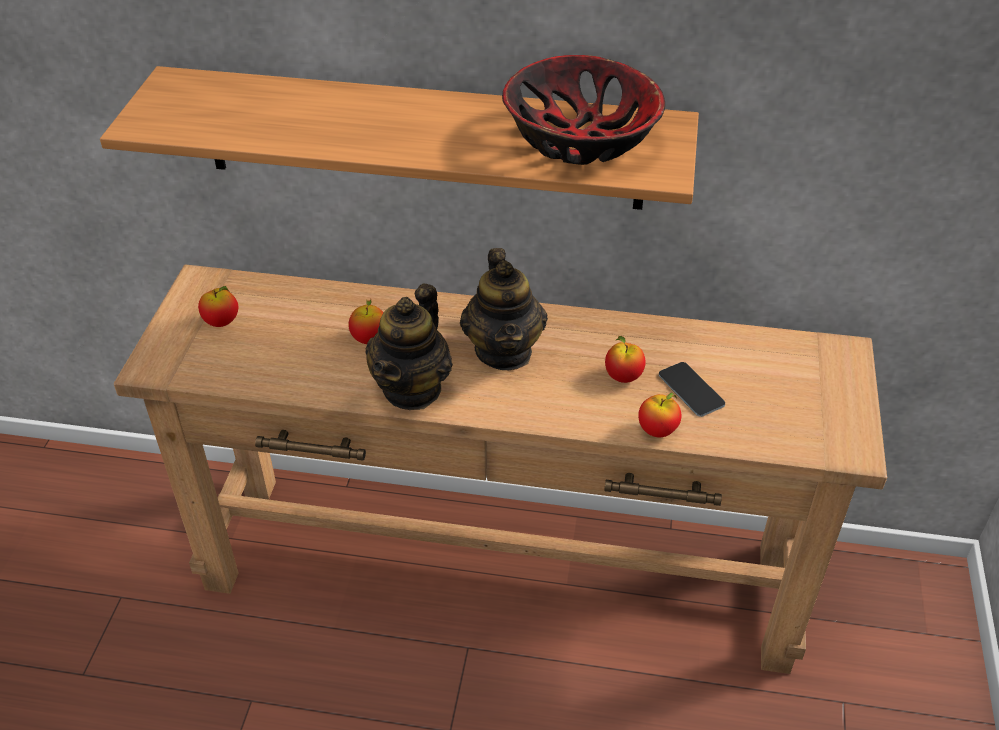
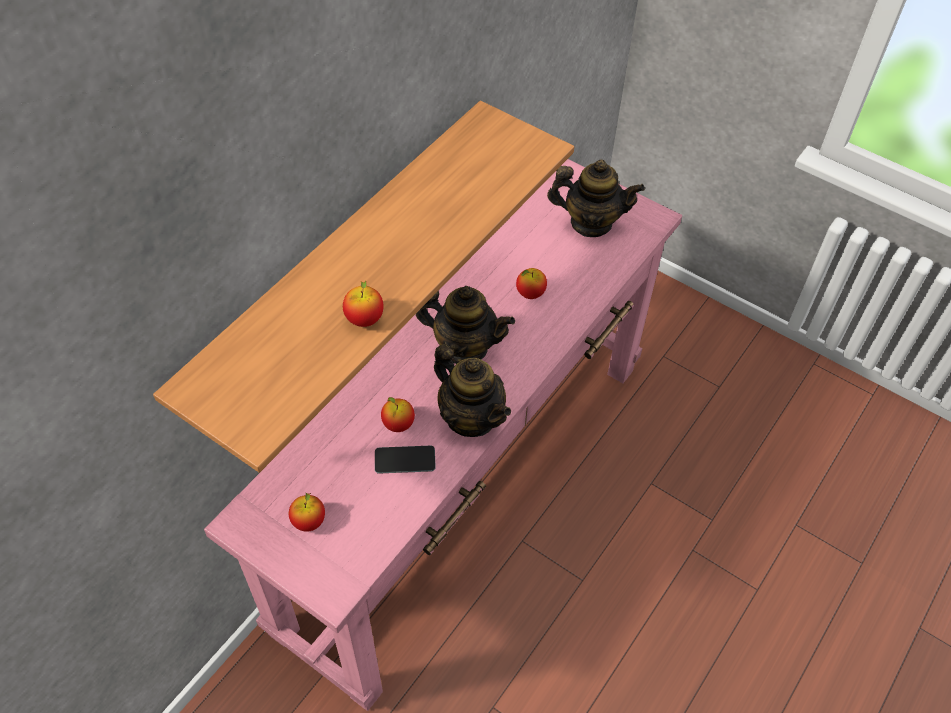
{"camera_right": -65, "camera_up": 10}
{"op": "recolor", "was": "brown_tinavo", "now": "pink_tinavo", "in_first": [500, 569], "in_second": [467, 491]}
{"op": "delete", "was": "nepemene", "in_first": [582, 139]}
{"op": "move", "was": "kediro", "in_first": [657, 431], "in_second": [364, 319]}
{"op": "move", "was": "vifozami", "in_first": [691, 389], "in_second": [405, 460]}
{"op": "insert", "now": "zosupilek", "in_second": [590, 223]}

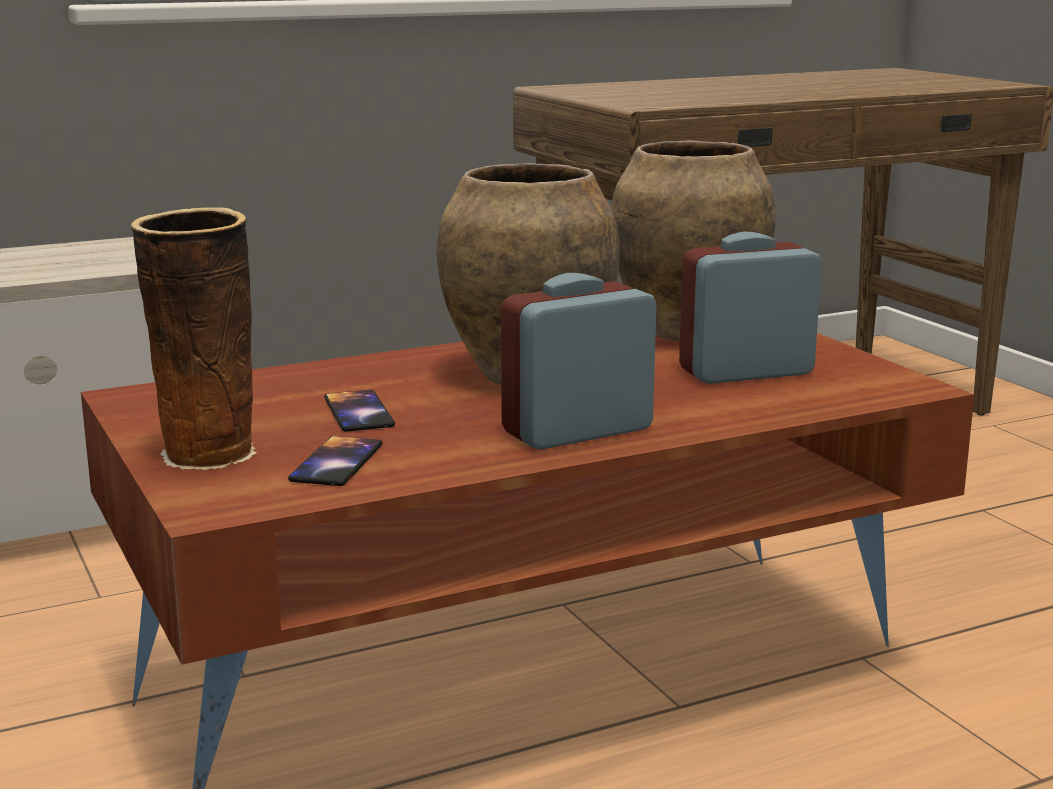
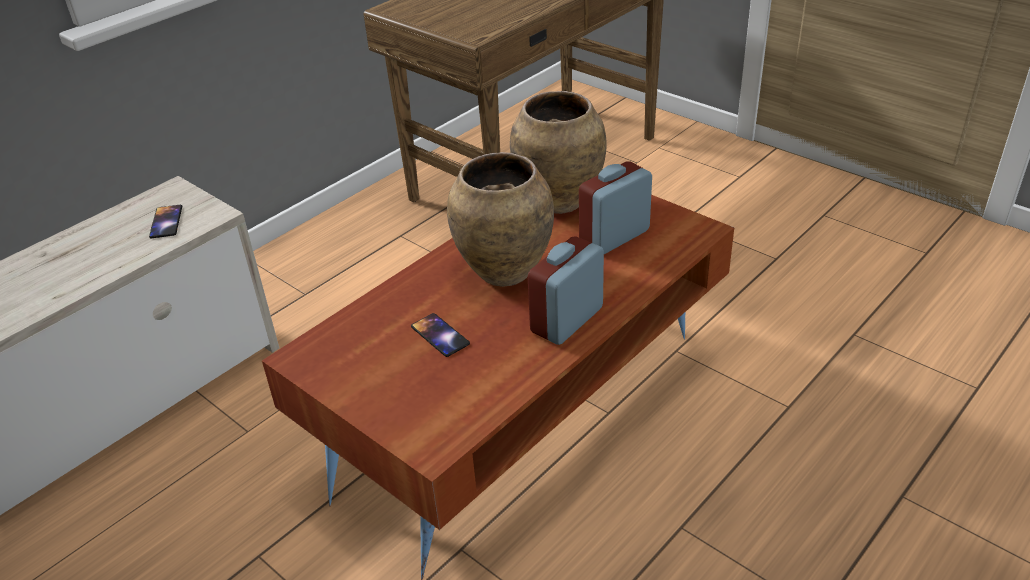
{"camera_right": -20, "camera_up": 20}
{"op": "delete", "was": "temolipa", "in_first": [206, 455]}
{"op": "move", "was": "vifozami", "in_first": [336, 462], "in_second": [166, 222]}

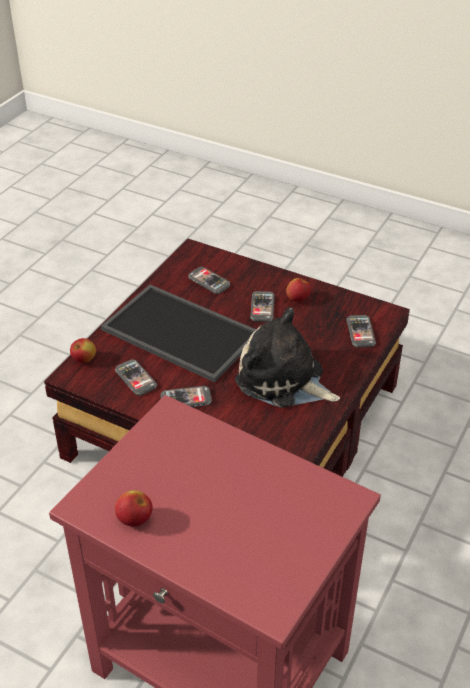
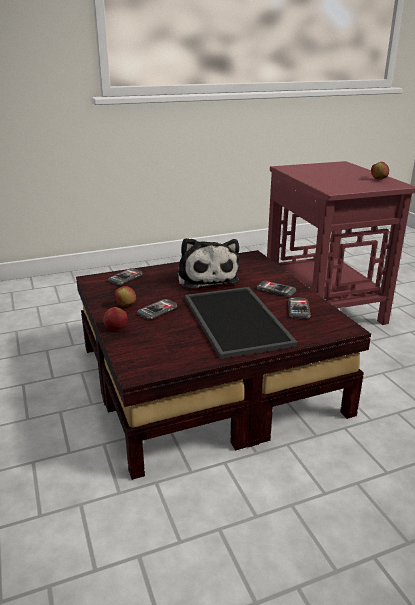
{"camera_right": -140, "camera_up": -15}
{"op": "move", "was": "kediro", "in_first": [84, 360], "in_second": [116, 328]}
{"op": "delete", "was": "vifozami", "in_first": [209, 281]}

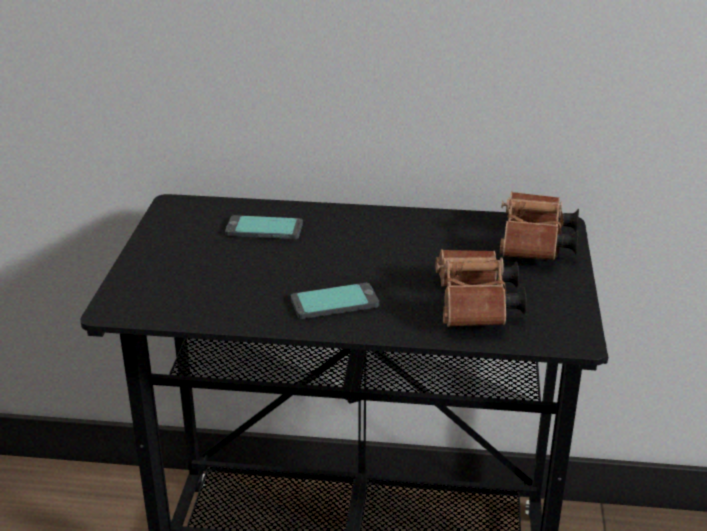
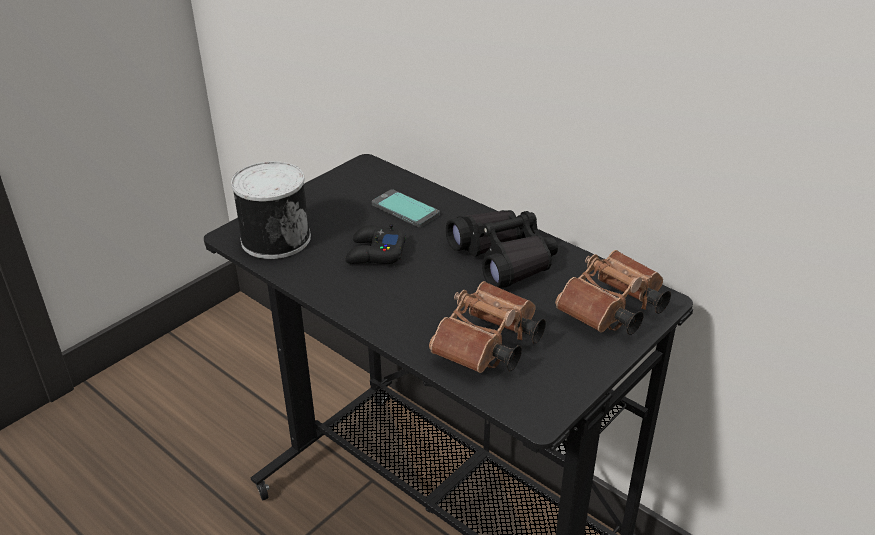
{"camera_right": 35, "camera_up": 5}
{"op": "delete", "was": "vifozami", "in_first": [334, 302]}
{"op": "insert", "now": "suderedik", "in_second": [275, 238]}
{"op": "insert", "now": "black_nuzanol", "in_second": [375, 253]}
{"op": "insert", "now": "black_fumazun", "in_second": [504, 258]}

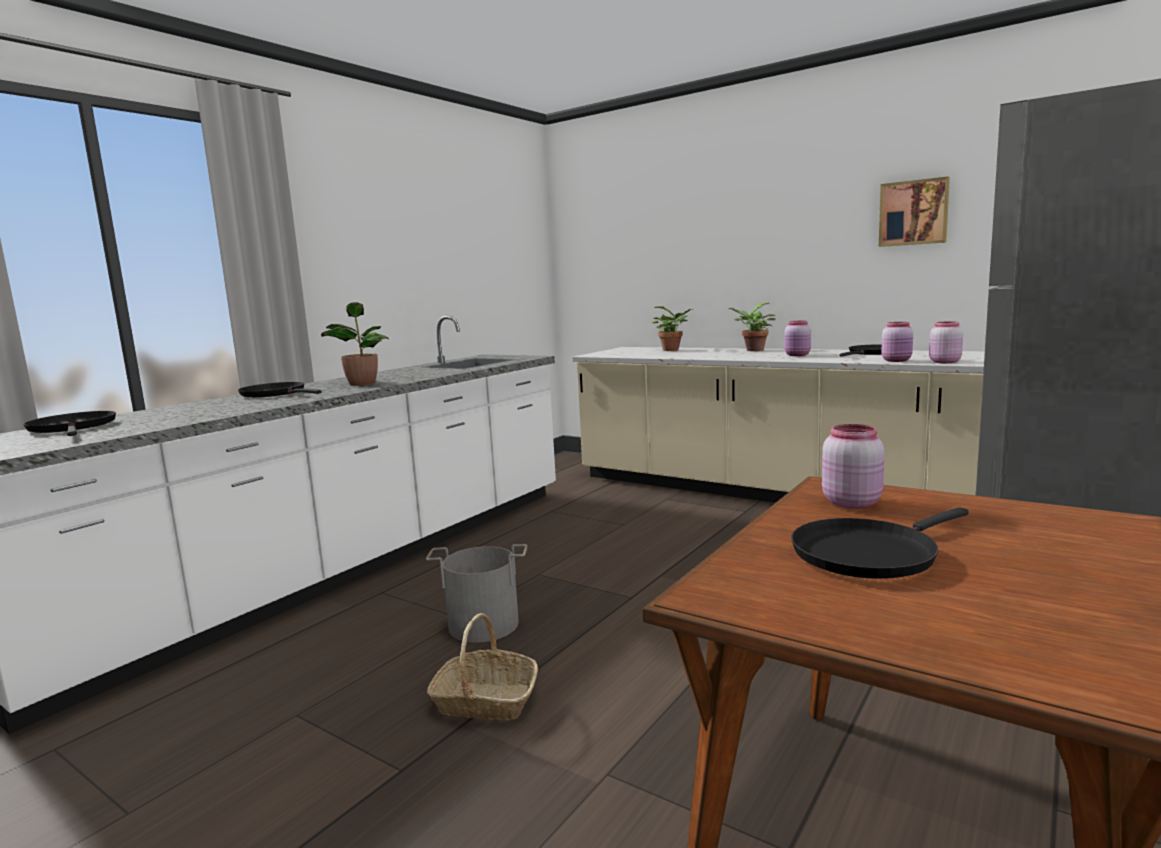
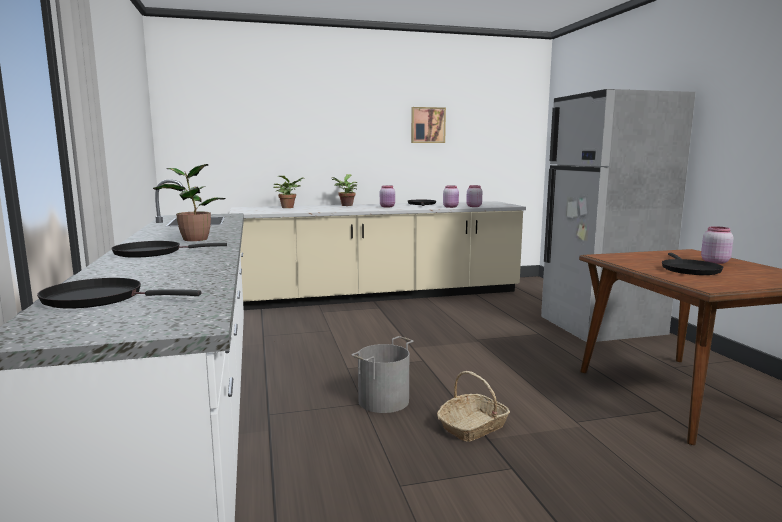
{"camera_right": -50, "camera_up": 0}
{"op": "move", "was": "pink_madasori", "in_first": [851, 502], "in_second": [714, 262]}

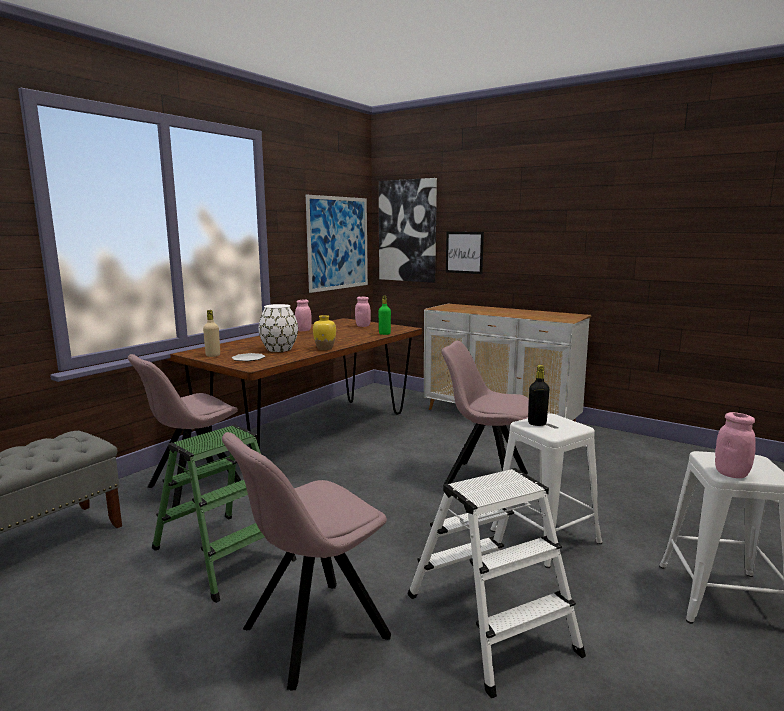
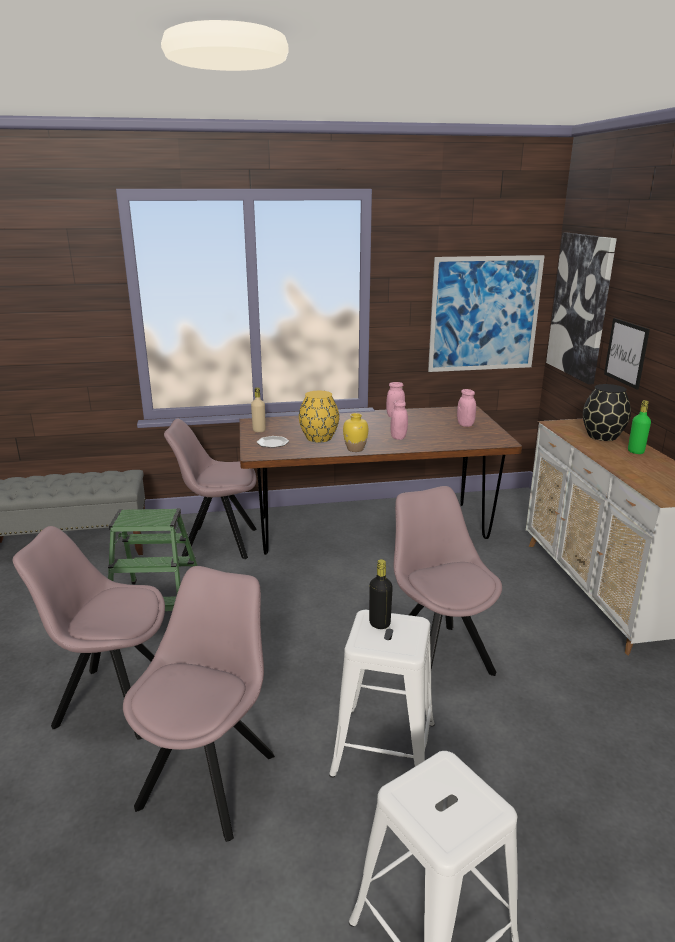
{"camera_right": 45, "camera_up": 10}
{"op": "recolor", "was": "white_temolipa", "now": "yellow_temolipa", "in_first": [280, 349], "in_second": [319, 438]}
{"op": "move", "was": "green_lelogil", "in_first": [384, 334], "in_second": [635, 451]}
{"op": "replace", "was": "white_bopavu", "now": "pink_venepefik", "in_first": [489, 622], "in_second": [209, 780]}
{"op": "move", "was": "pink_madasori", "in_first": [731, 474], "in_second": [398, 437]}
{"op": "insert", "now": "black_temolipa", "in_second": [603, 436]}

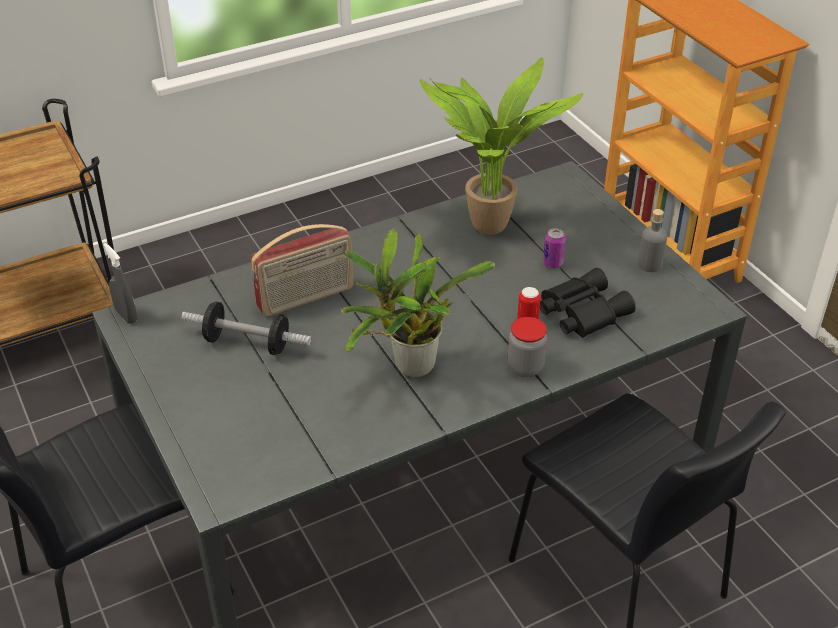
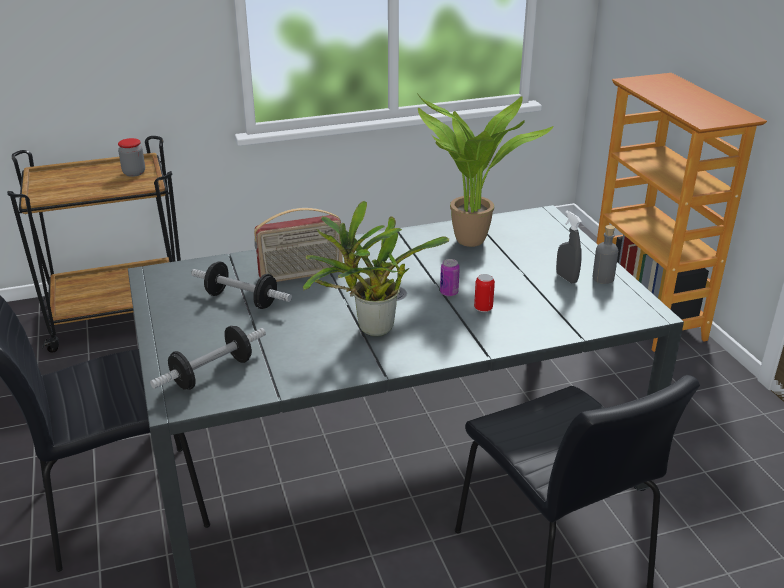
{"camera_right": 10, "camera_up": -10}
{"op": "move", "was": "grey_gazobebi", "in_first": [126, 316], "in_second": [566, 278]}
{"op": "move", "was": "madasori", "in_first": [525, 367], "in_second": [134, 173]}
{"op": "delete", "was": "black_fumazun", "in_first": [581, 311]}
{"op": "move", "was": "suderedik", "in_first": [553, 263], "in_second": [449, 293]}
{"op": "insert", "now": "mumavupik", "in_second": [212, 373]}

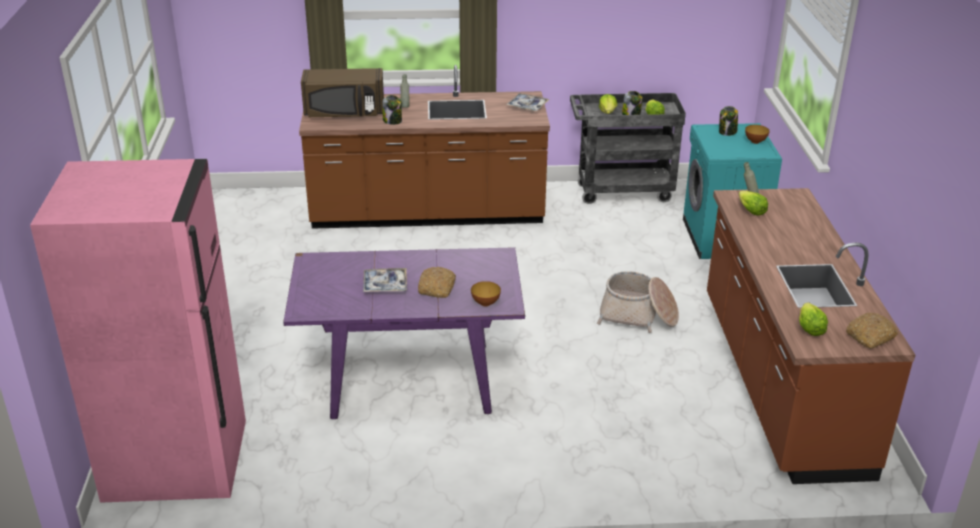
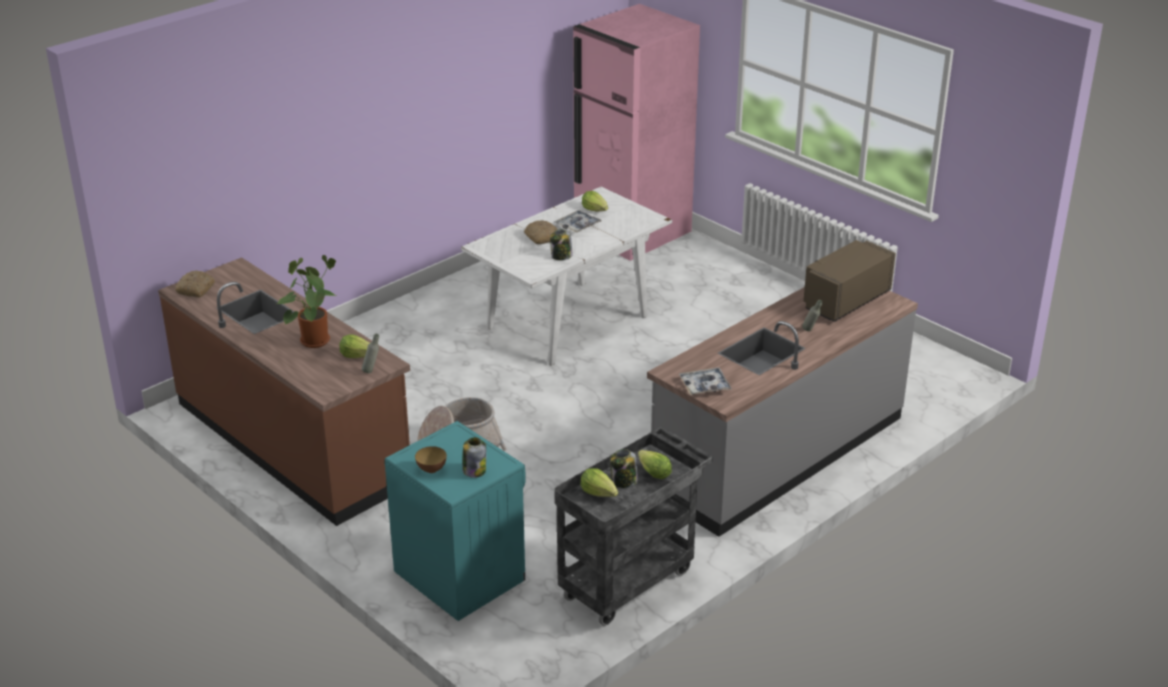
{"camera_right": 140, "camera_up": 0}
{"op": "recolor", "was": "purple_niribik", "now": "white_niribik", "in_first": [409, 380], "in_second": [568, 321]}
{"op": "recolor", "was": "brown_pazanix", "now": "grey_pazanix", "in_first": [427, 213], "in_second": [777, 453]}
{"op": "move", "was": "madasori", "in_first": [393, 121], "in_second": [561, 256]}
{"op": "delete", "was": "nepemene", "in_first": [485, 303]}
{"op": "move", "was": "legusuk", "in_first": [809, 328], "in_second": [595, 210]}
{"op": "insert", "now": "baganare", "in_second": [313, 339]}

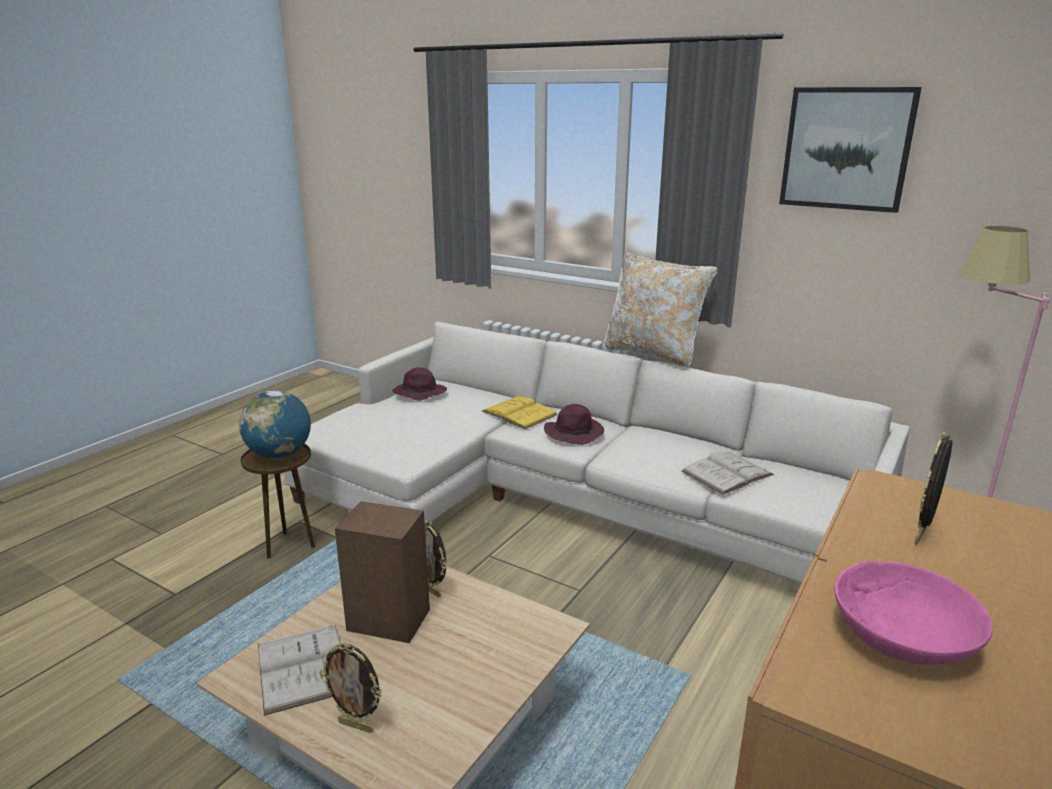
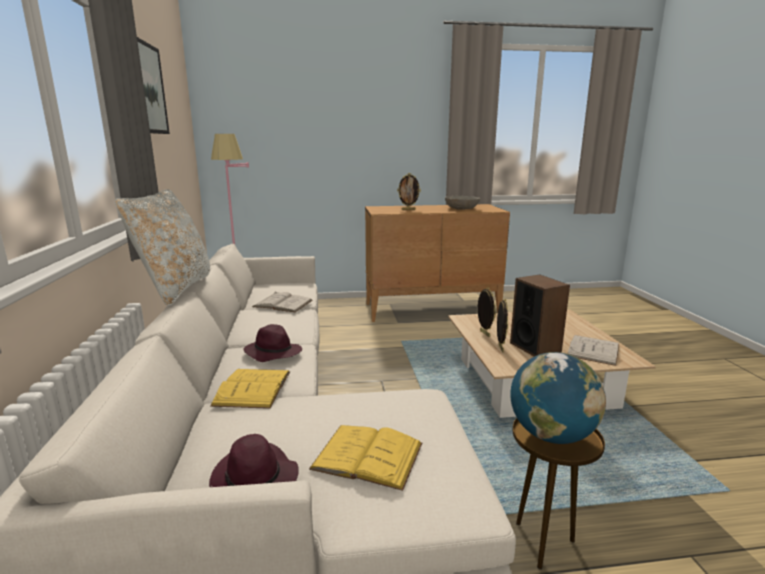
{"camera_right": -130, "camera_up": -5}
{"op": "move", "was": "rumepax", "in_first": [357, 725], "in_second": [484, 334]}
{"op": "recolor", "was": "pink_nepemene", "now": "grey_nepemene", "in_first": [901, 638], "in_second": [462, 209]}
{"op": "insert", "now": "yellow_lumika", "in_second": [368, 456]}

